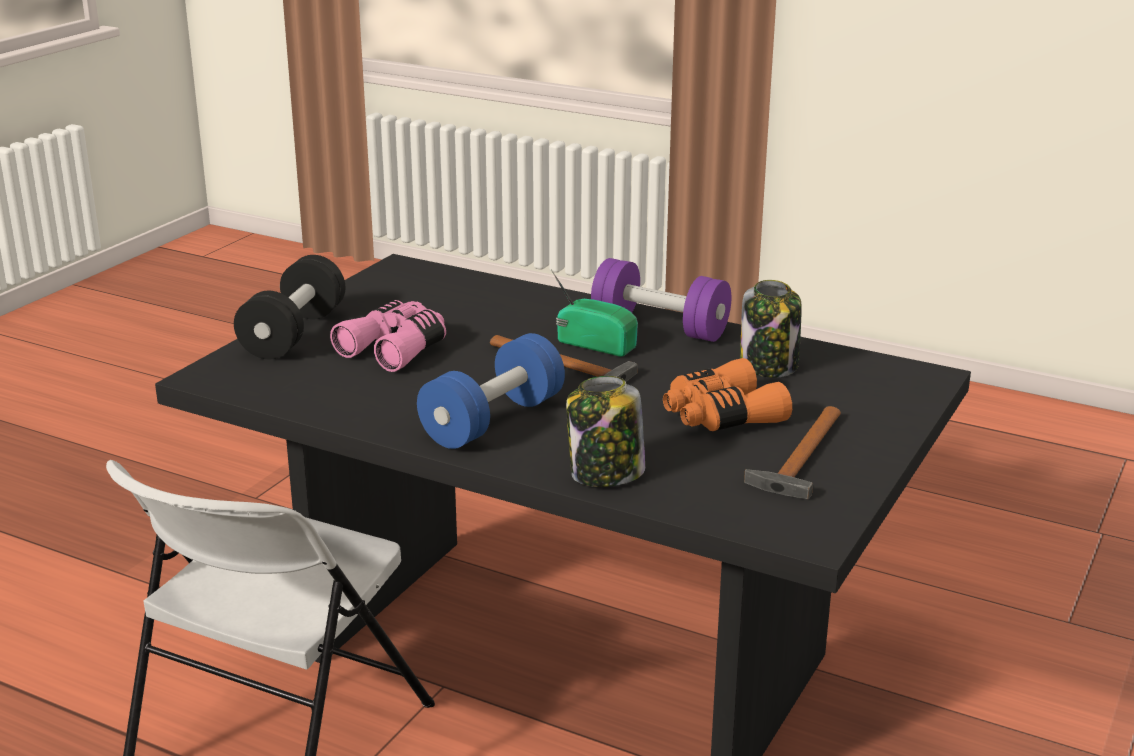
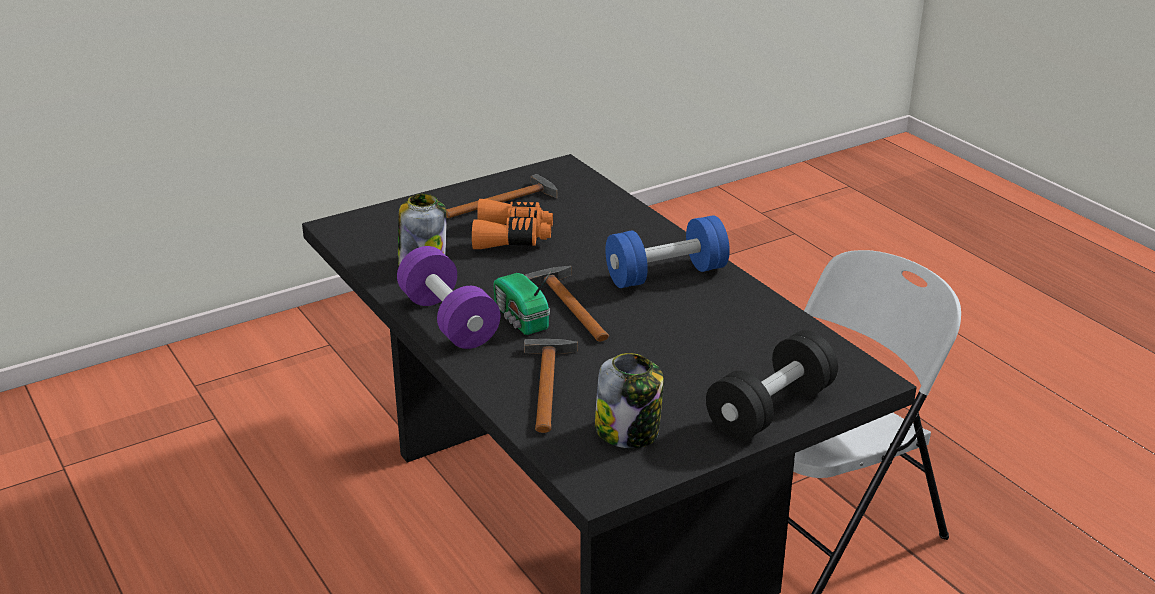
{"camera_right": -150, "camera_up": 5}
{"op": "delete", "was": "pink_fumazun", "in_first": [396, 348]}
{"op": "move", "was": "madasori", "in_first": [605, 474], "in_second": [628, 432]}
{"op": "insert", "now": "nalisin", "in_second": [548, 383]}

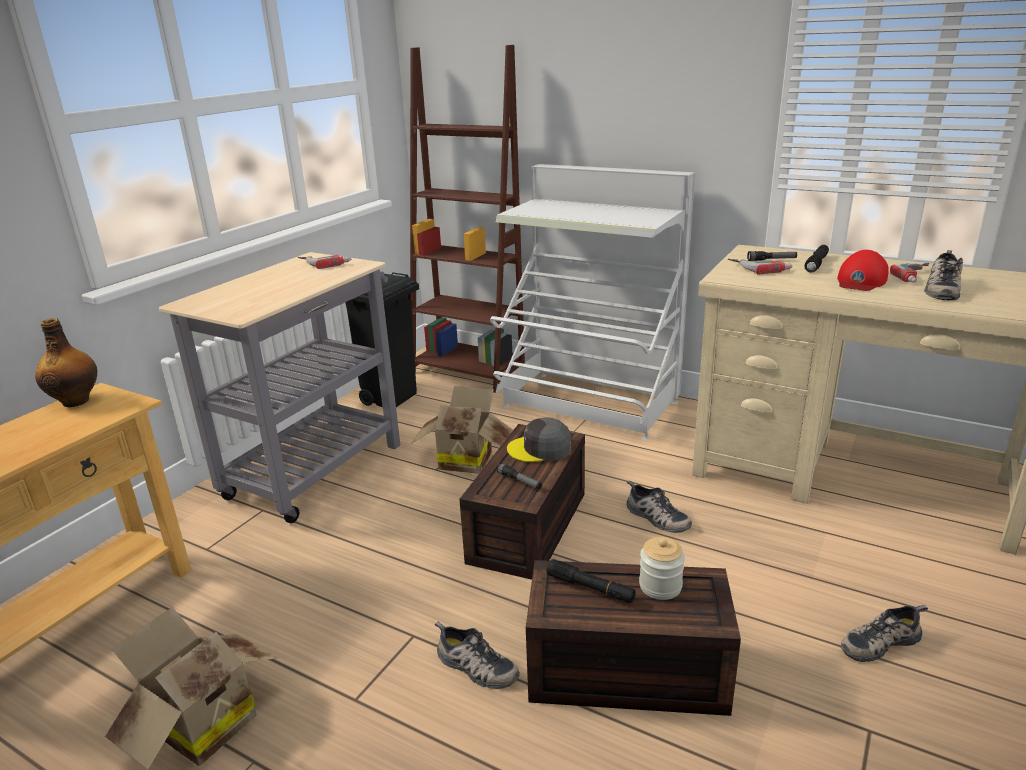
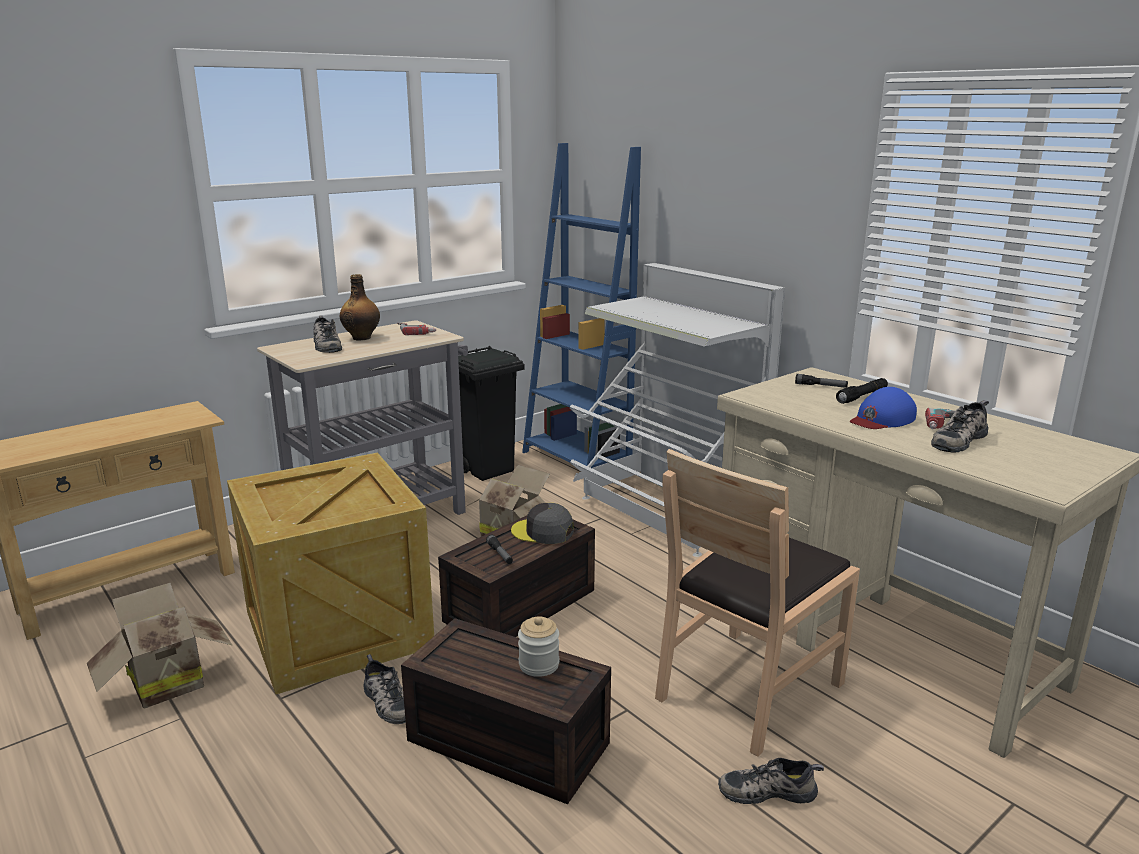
{"camera_right": 20, "camera_up": -5}
{"op": "move", "was": "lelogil", "in_first": [76, 401], "in_second": [362, 338]}
{"op": "recolor", "was": "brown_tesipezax", "now": "blue_tesipezax", "in_first": [467, 371], "in_second": [576, 460]}
{"op": "delete", "was": "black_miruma", "in_first": [590, 588]}
{"op": "move", "was": "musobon", "in_first": [655, 517], "in_second": [325, 345]}
{"op": "delete", "was": "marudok", "in_first": [759, 267]}
{"op": "recolor", "was": "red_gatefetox", "now": "blue_gatefetox", "in_first": [860, 281], "in_second": [882, 419]}
{"op": "insert", "now": "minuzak", "in_second": [339, 627]}
{"op": "insert", "now": "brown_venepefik", "in_second": [748, 688]}

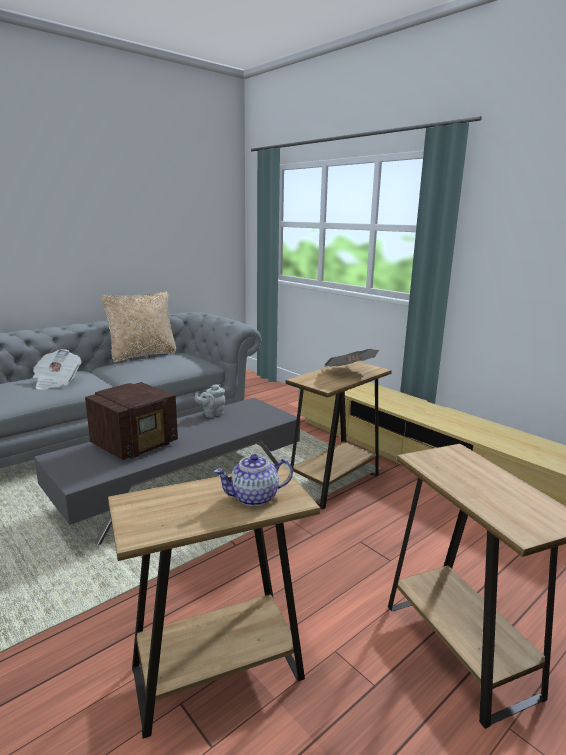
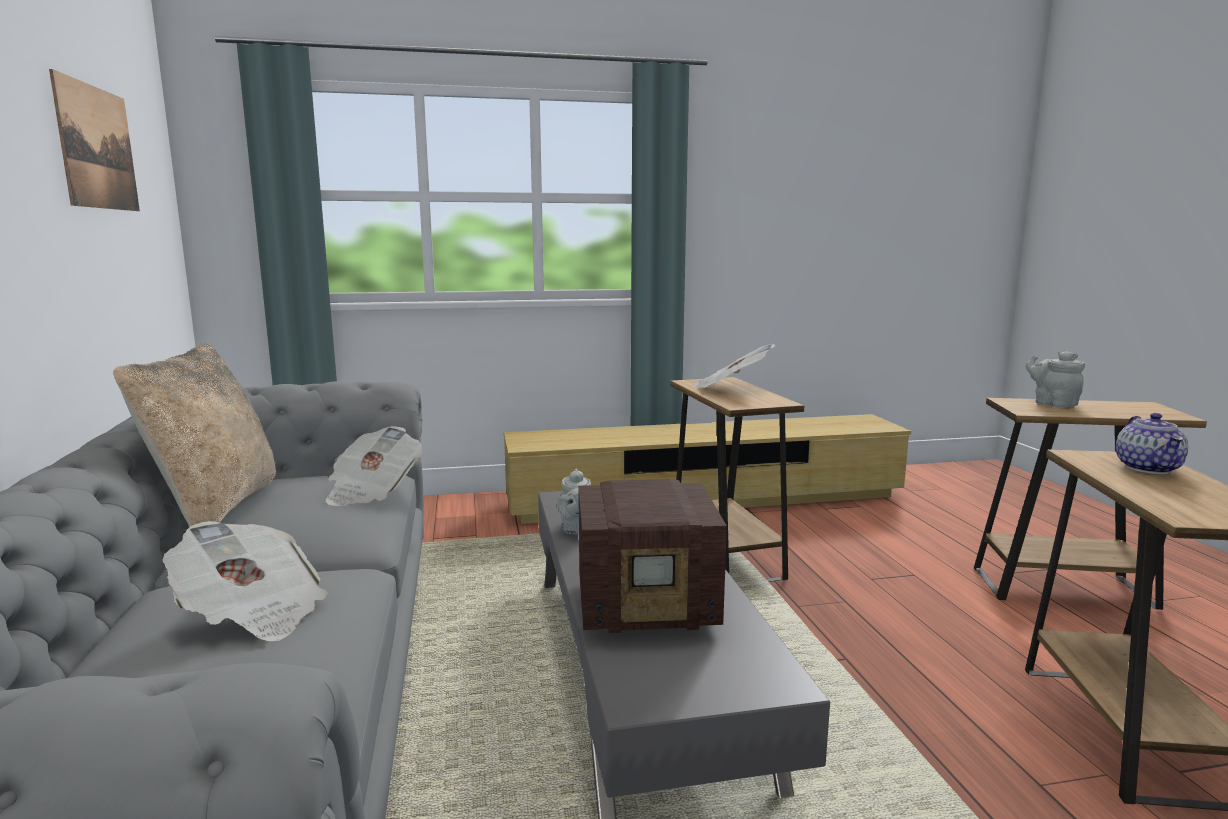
{"camera_right": -60, "camera_up": -5}
{"op": "rotate", "was": "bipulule", "in_first": [136, 444], "in_second": [649, 606], "clockwise": 105}
{"op": "insert", "now": "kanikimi", "in_second": [97, 148]}
{"op": "insert", "now": "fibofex", "in_second": [372, 491]}
{"op": "insert", "now": "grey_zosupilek", "in_second": [1052, 403]}

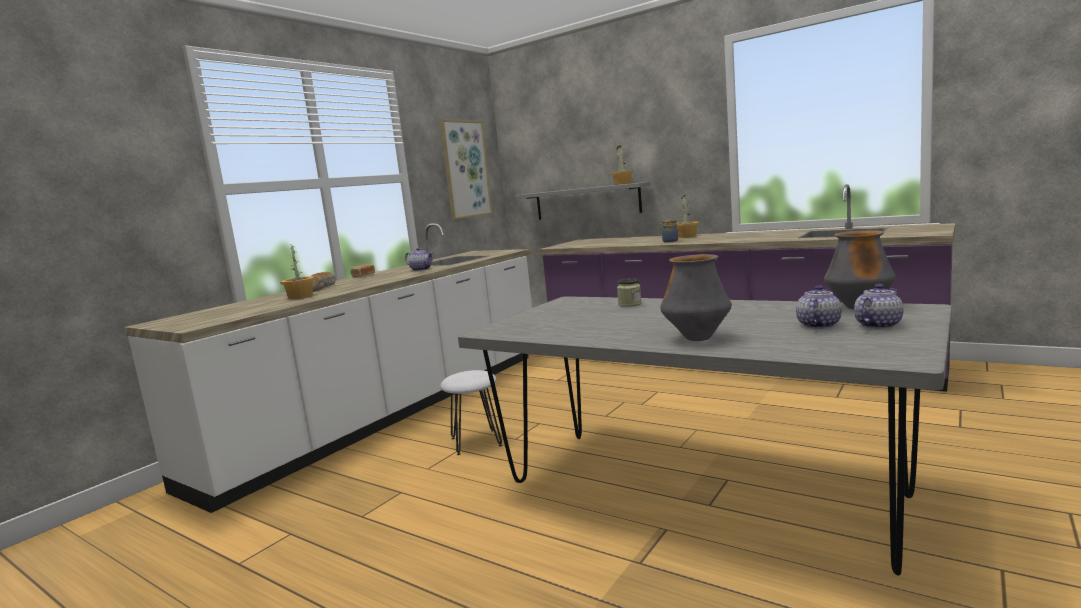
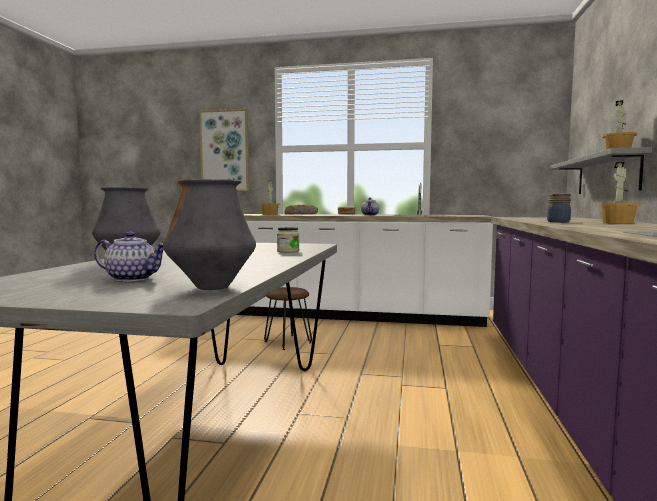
{"camera_right": 65, "camera_up": -5}
{"op": "move", "was": "kanikimi", "in_first": [465, 169], "in_second": [225, 151]}
{"op": "recolor", "was": "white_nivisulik", "now": "brown_nivisulik", "in_first": [476, 441], "in_second": [288, 342]}
{"op": "delete", "was": "zosupilek", "in_first": [877, 325]}

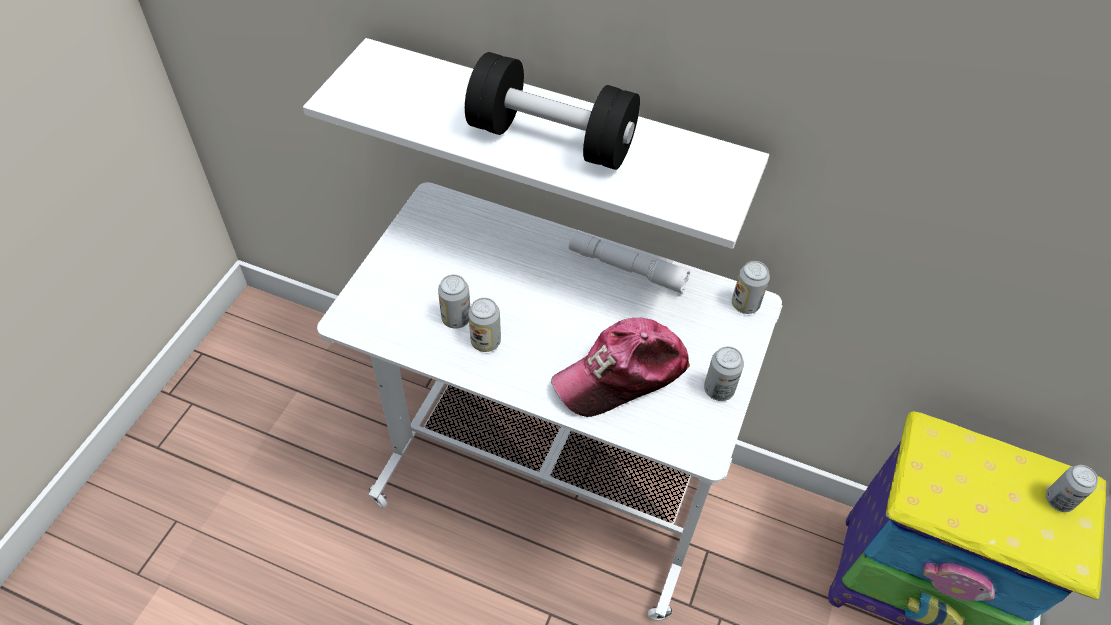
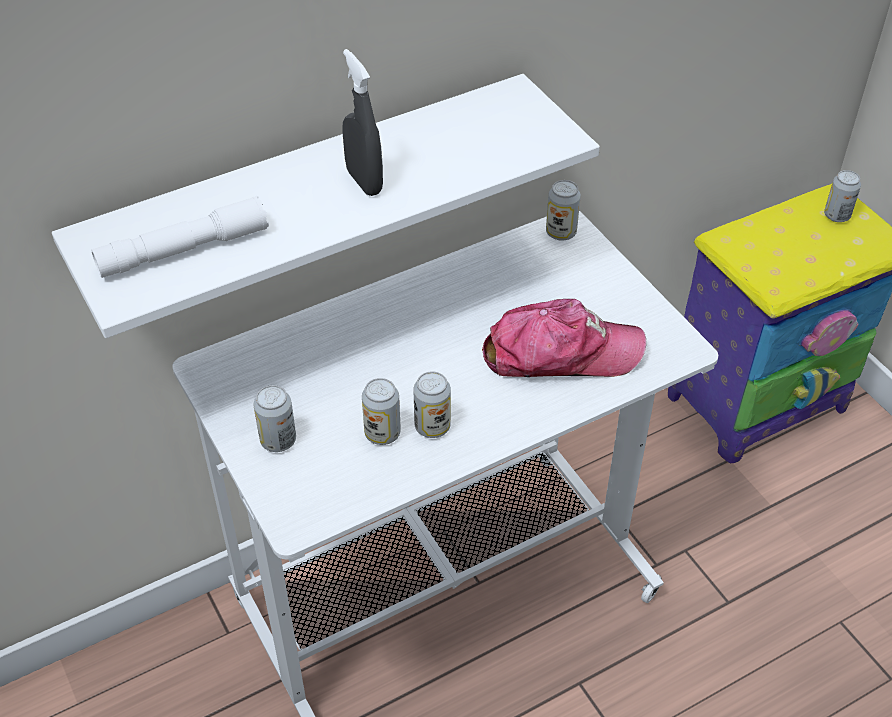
{"camera_right": -50, "camera_up": -5}
{"op": "replace", "was": "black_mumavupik", "now": "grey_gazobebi", "in_first": [551, 139], "in_second": [364, 182]}
{"op": "rotate", "was": "gatefetox", "in_first": [622, 374], "in_second": [560, 353], "clockwise": -105}
{"op": "move", "was": "white_miruma", "in_first": [627, 268], "in_second": [183, 250]}
{"op": "move", "was": "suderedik", "in_first": [718, 390], "in_second": [278, 440]}

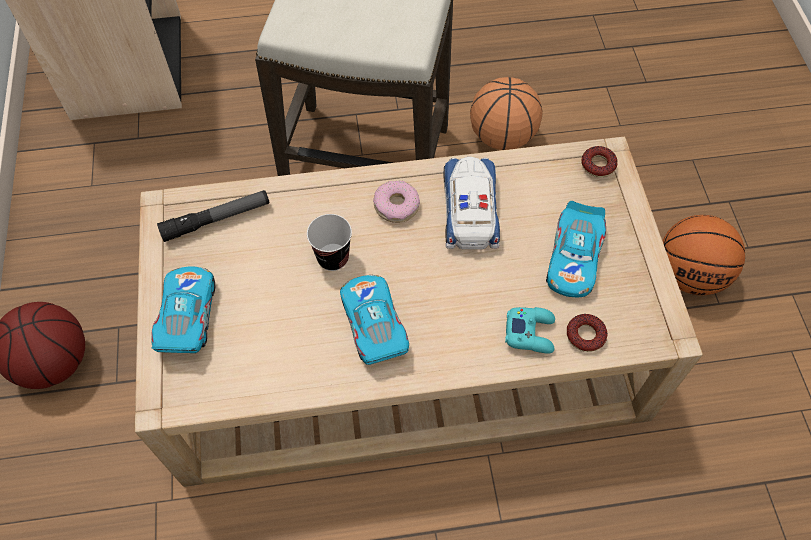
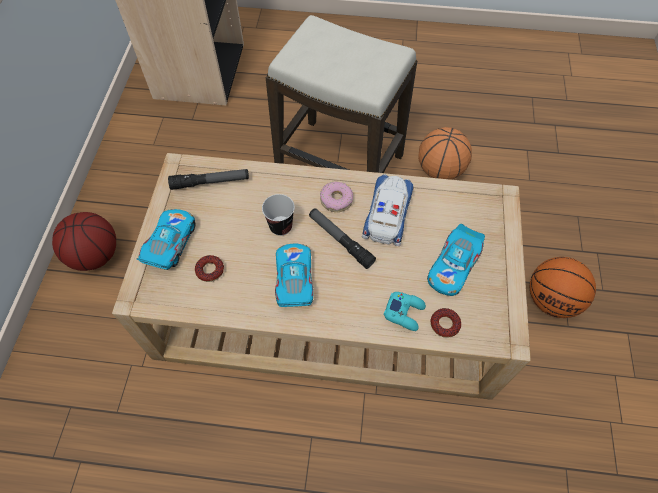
{"camera_right": 15, "camera_up": 0}
{"op": "move", "was": "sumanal", "in_first": [598, 165], "in_second": [210, 270]}
{"op": "insert", "now": "miruma", "in_second": [340, 240]}

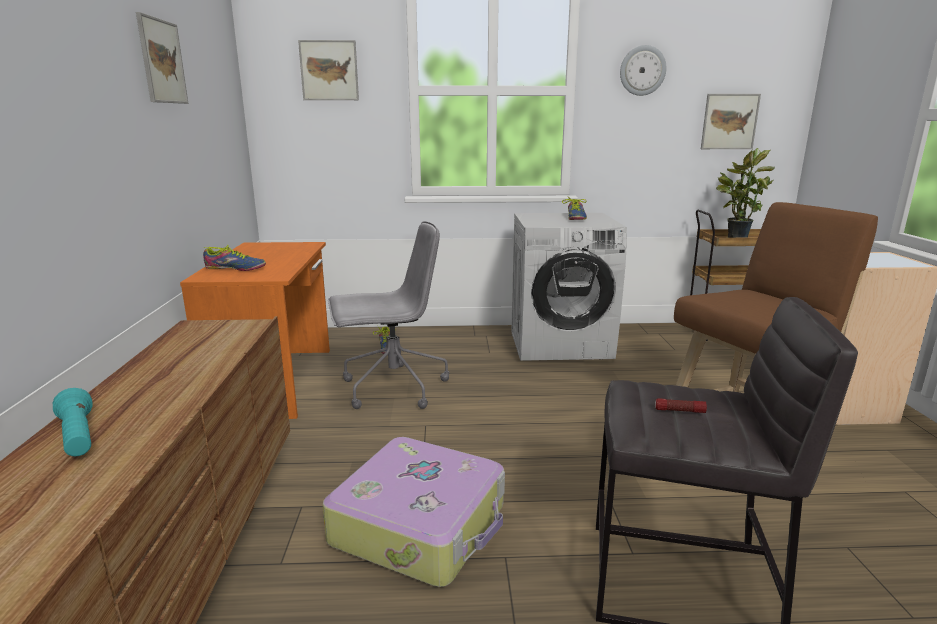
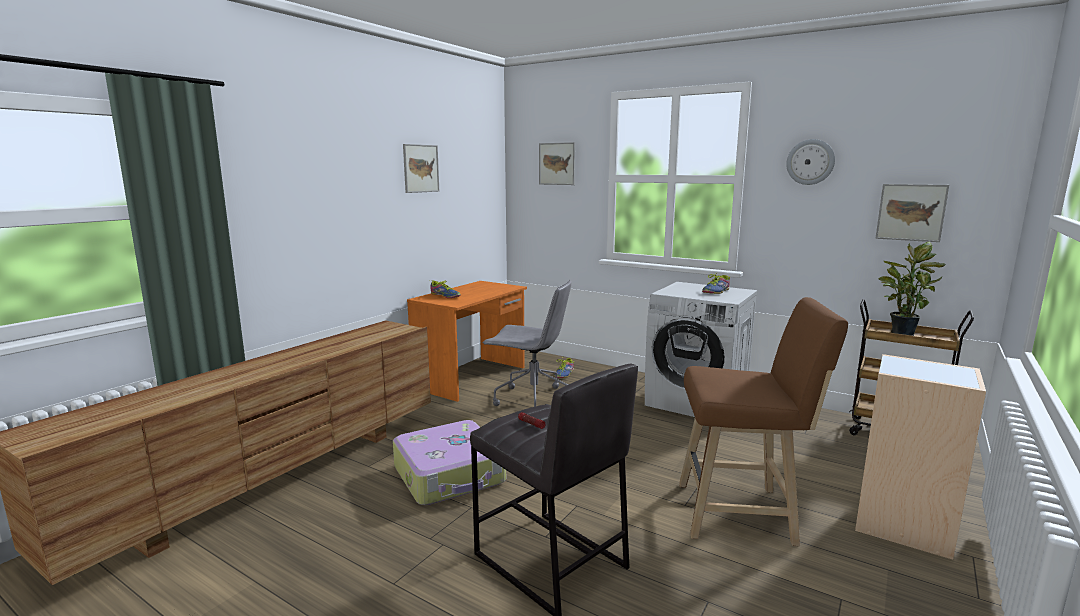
{"camera_right": 35, "camera_up": -5}
{"op": "delete", "was": "turquoise_miruma", "in_first": [78, 437]}

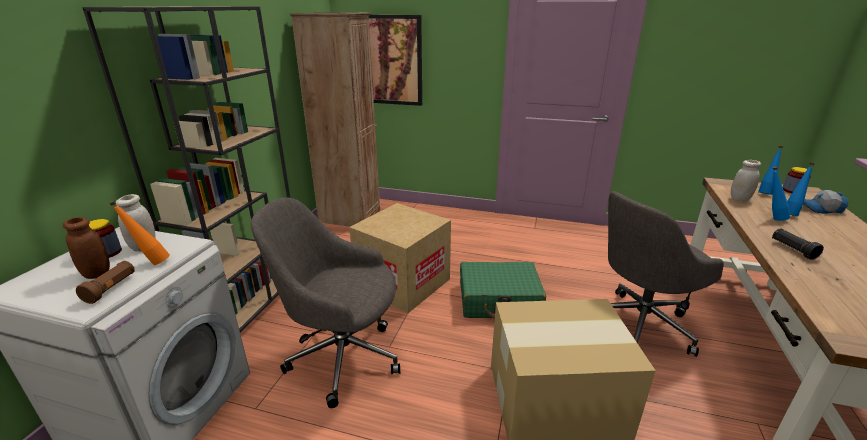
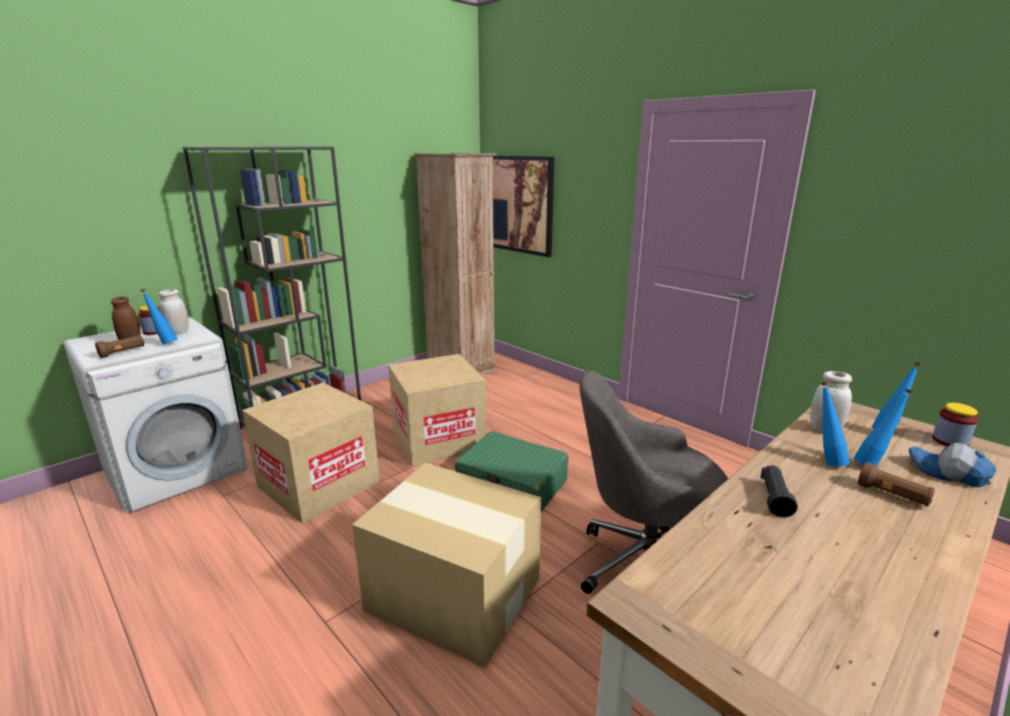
{"camera_right": 30, "camera_up": -5}
{"op": "recolor", "was": "orange_lelogil", "now": "blue_lelogil", "in_first": [151, 263], "in_second": [165, 343]}
{"op": "replace", "was": "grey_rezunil", "now": "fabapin", "in_first": [343, 358], "in_second": [318, 484]}
{"op": "insert", "now": "brown_miruma", "in_second": [892, 495]}

